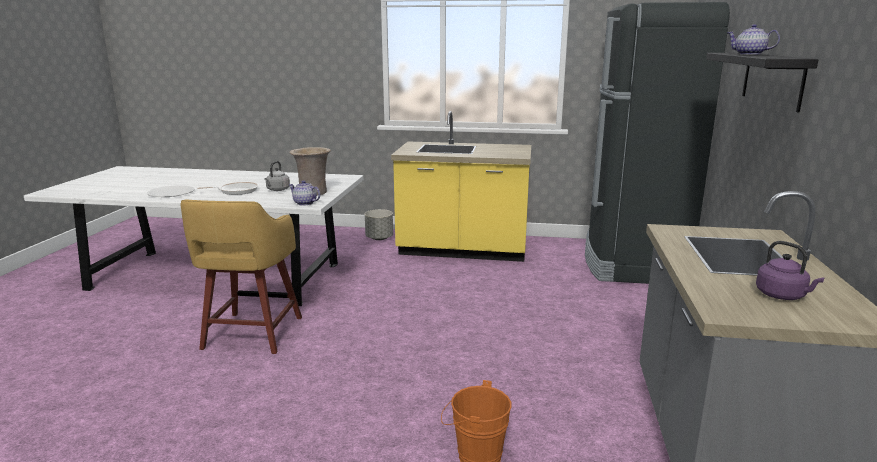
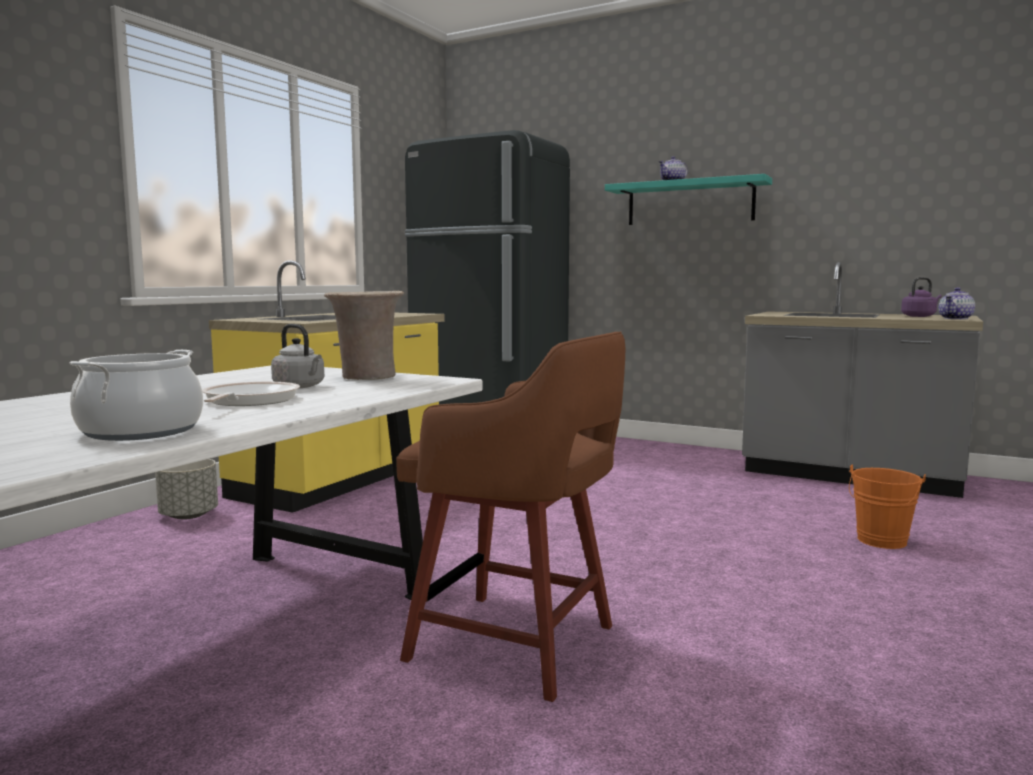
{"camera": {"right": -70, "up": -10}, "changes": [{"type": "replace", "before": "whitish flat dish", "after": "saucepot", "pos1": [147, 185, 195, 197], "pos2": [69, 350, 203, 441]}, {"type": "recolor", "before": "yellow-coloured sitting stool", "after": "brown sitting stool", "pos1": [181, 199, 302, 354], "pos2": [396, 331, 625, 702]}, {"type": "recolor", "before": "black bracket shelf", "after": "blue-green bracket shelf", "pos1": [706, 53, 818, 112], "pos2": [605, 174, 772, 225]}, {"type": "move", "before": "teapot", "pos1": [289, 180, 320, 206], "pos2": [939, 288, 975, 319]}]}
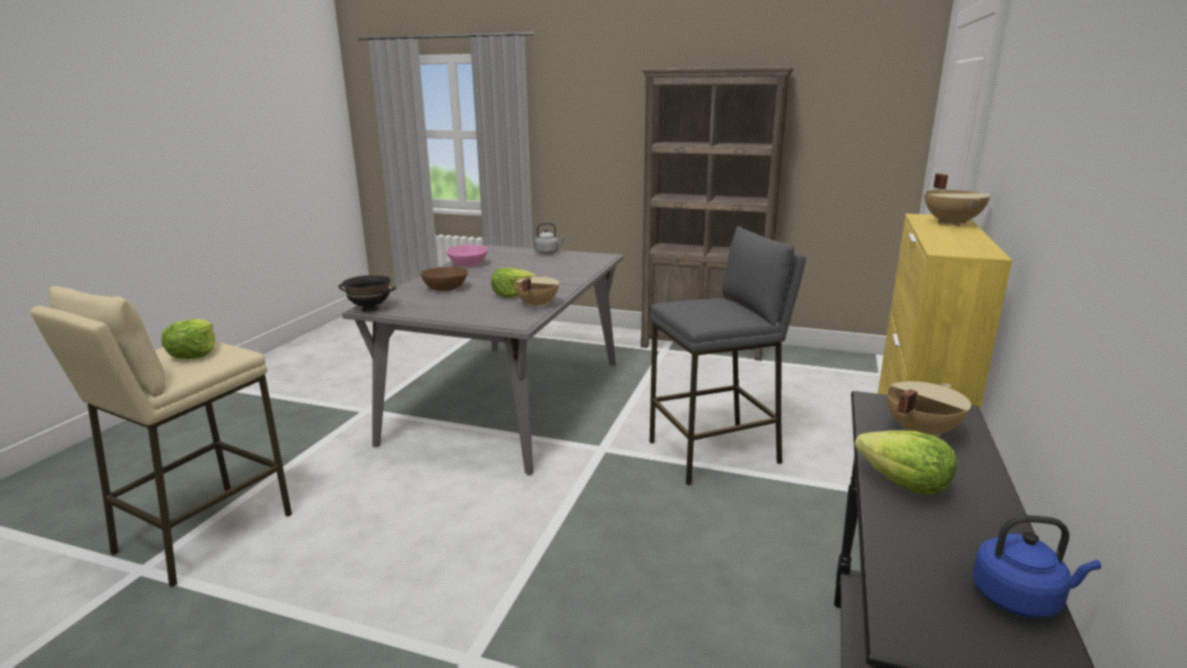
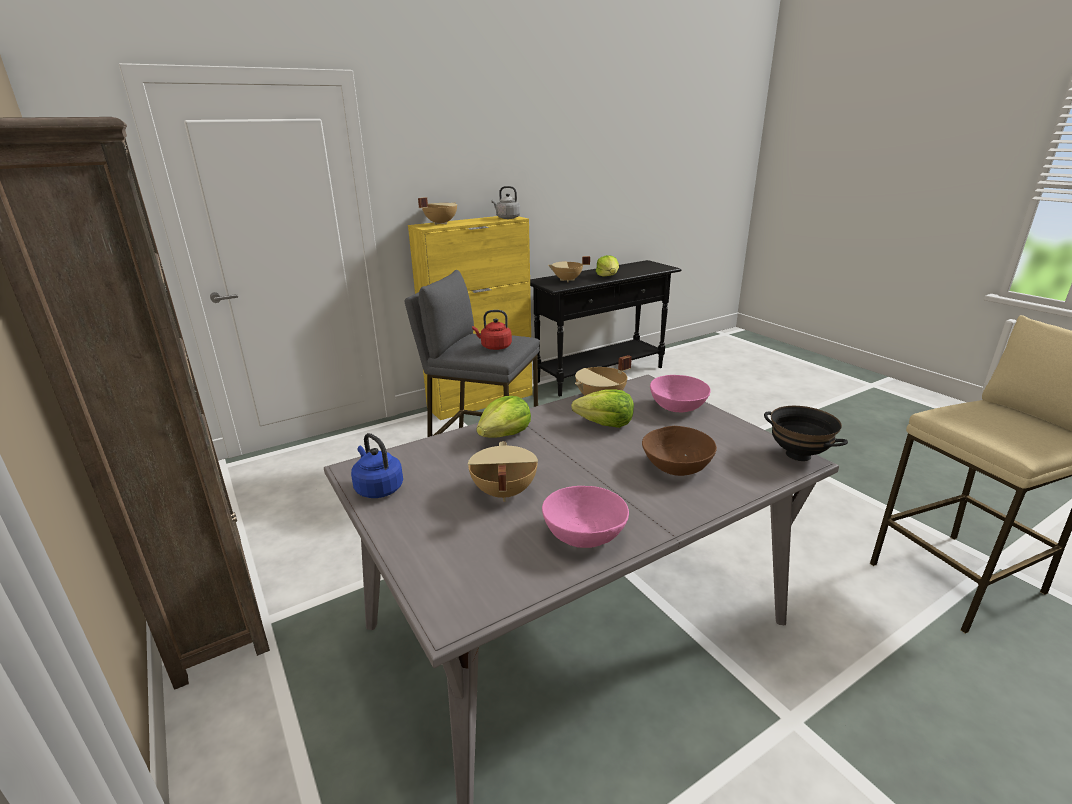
{"camera": {"right": -140, "up": 5}, "changes": [{"type": "move", "before": "bluish kettle", "pos1": [972, 515, 1101, 618], "pos2": [351, 433, 403, 498]}, {"type": "insert", "after": "beige saucepot", "pos2": [468, 441, 538, 502]}, {"type": "insert", "after": "red-coloured kettle", "pos2": [472, 310, 512, 350]}, {"type": "move", "before": "head of lettuce", "pos1": [161, 319, 215, 359], "pos2": [477, 396, 531, 438]}, {"type": "move", "before": "gray kettle", "pos1": [534, 222, 566, 254], "pos2": [492, 186, 520, 219]}, {"type": "insert", "after": "pink bowl", "pos2": [650, 375, 711, 412]}]}
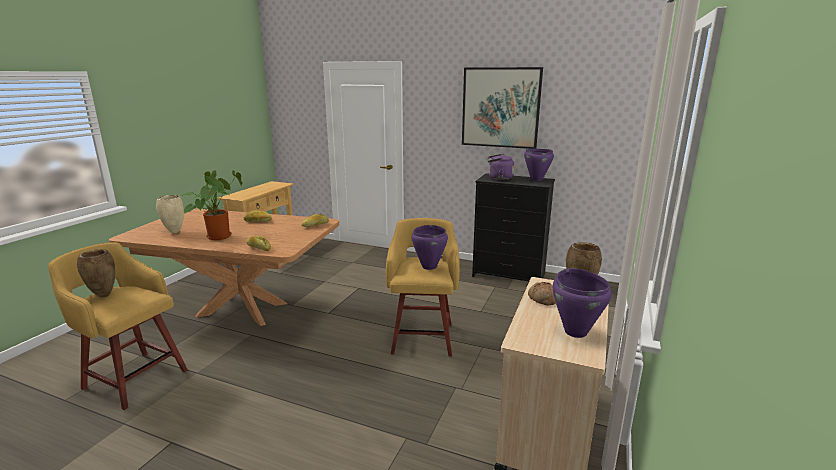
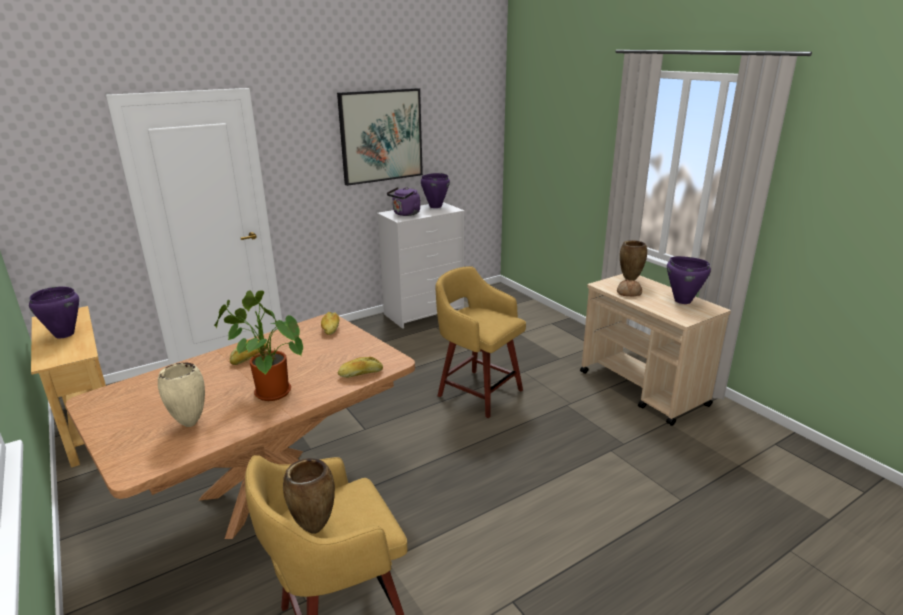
{"camera": {"right": -55, "up": 5}, "changes": [{"type": "move", "before": "purple saucepot", "pos1": [412, 225, 448, 270], "pos2": [29, 287, 79, 338]}, {"type": "recolor", "before": "black chest of drawers", "after": "whitish chest of drawers", "pos1": [472, 173, 555, 281], "pos2": [377, 202, 465, 329]}]}
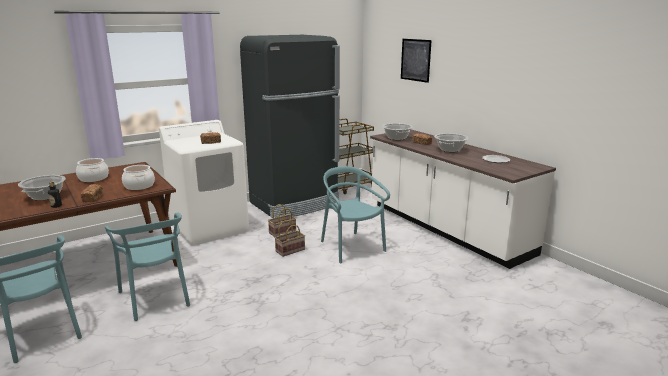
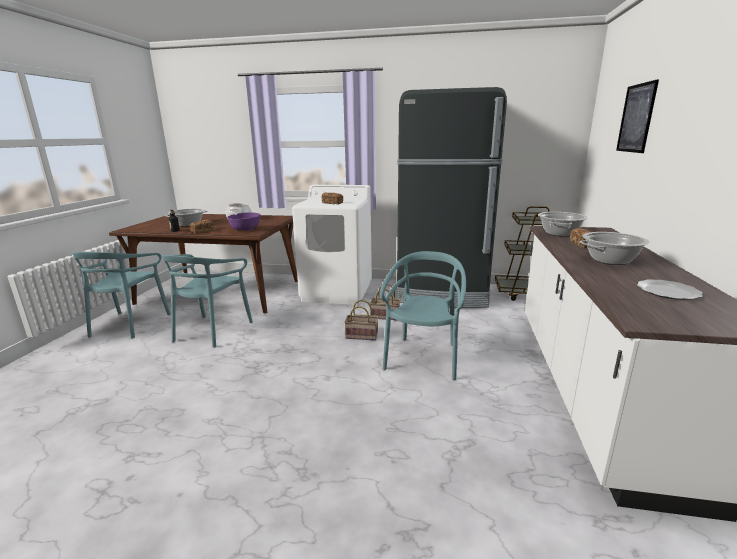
{"camera": {"right": 45, "up": 0}, "changes": [{"type": "replace", "before": "saucepot", "after": "purple bowl", "pos1": [122, 165, 155, 190], "pos2": [227, 213, 261, 231]}]}
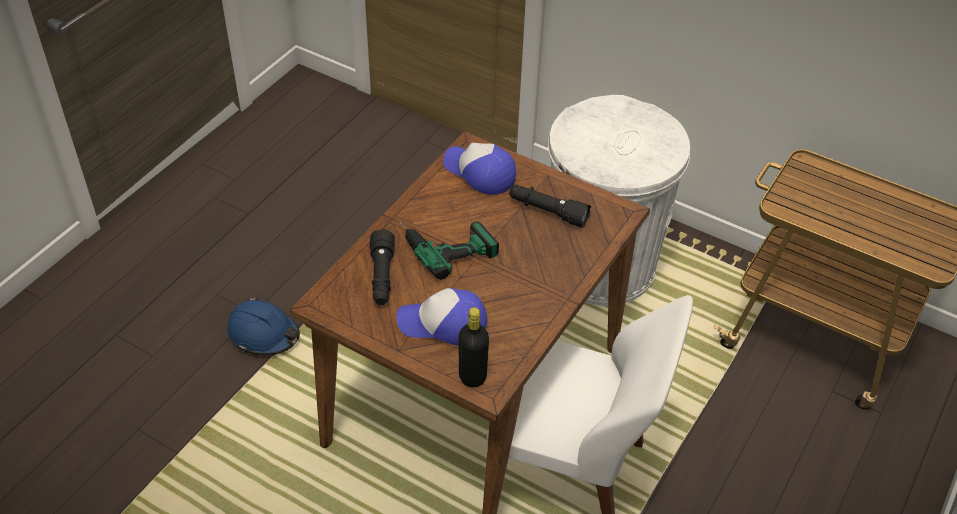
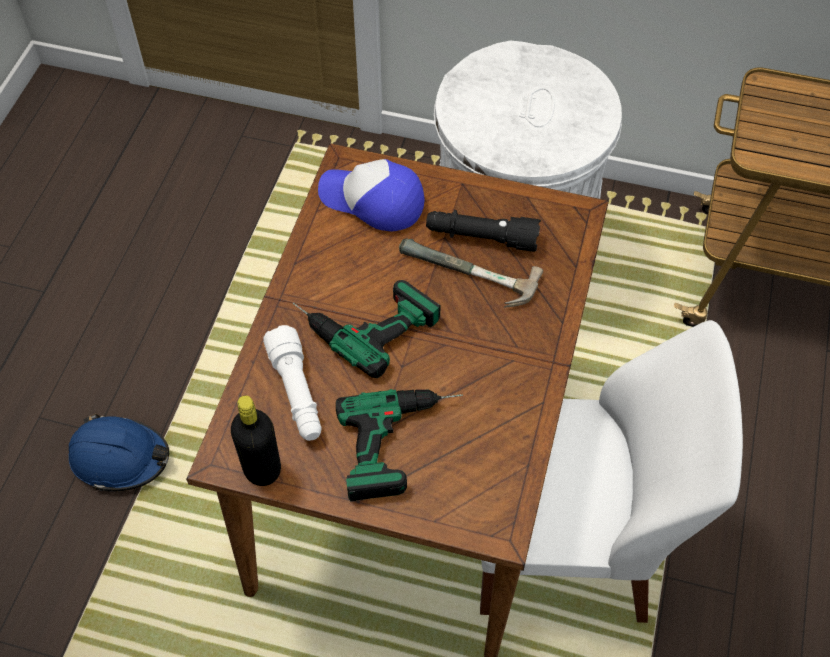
{"camera": {"right": -15, "up": 10}, "changes": [{"type": "move", "before": "black bottle", "pos1": [458, 307, 489, 387], "pos2": [231, 396, 281, 486]}, {"type": "recolor", "before": "black hand torch", "after": "whitish hand torch", "pos1": [370, 229, 395, 305], "pos2": [263, 325, 322, 441]}, {"type": "replace", "before": "baseball cap", "after": "electric drill", "pos1": [397, 288, 487, 345], "pos2": [336, 389, 463, 502]}, {"type": "insert", "after": "hammer", "pos2": [399, 239, 543, 307]}]}
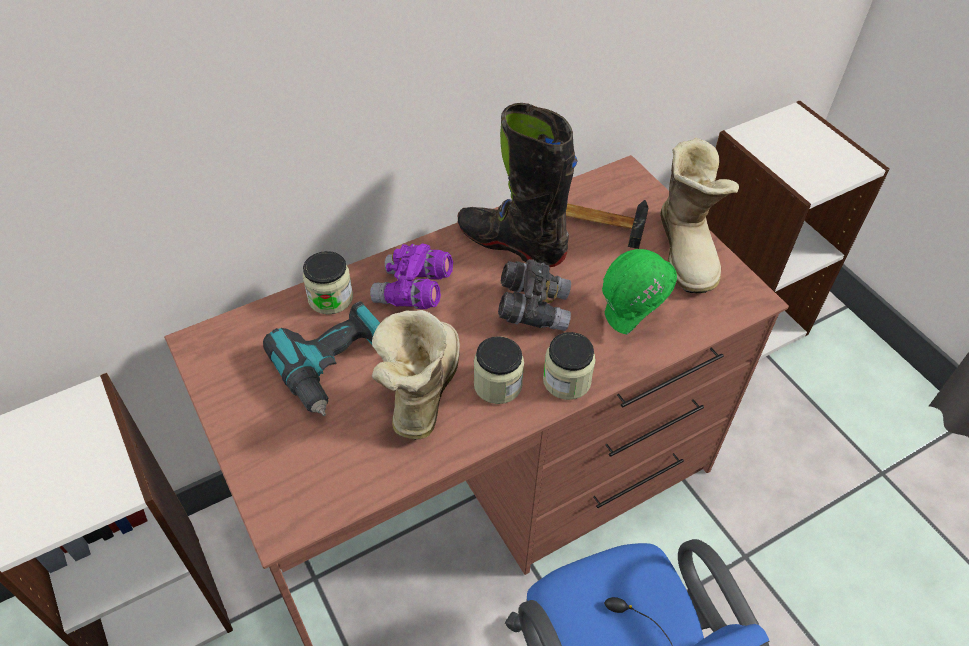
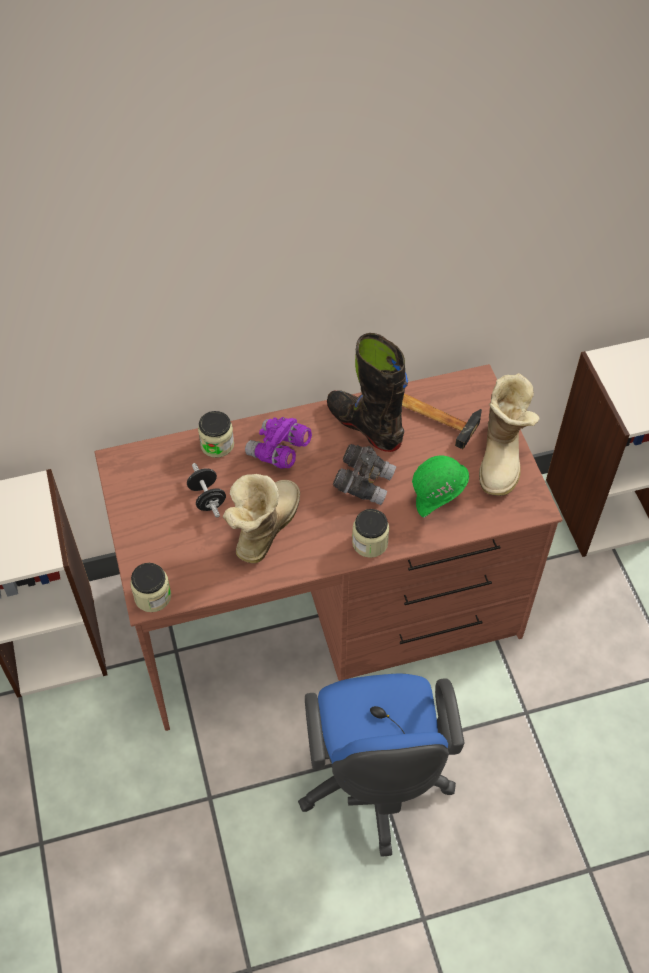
{"camera": {"right": 15, "up": 5}, "changes": [{"type": "move", "before": "storage jar", "pos1": [474, 336, 524, 404], "pos2": [130, 563, 171, 612]}, {"type": "replace", "before": "electric drill", "after": "black free weight", "pos1": [263, 301, 380, 416], "pos2": [187, 463, 226, 518]}]}
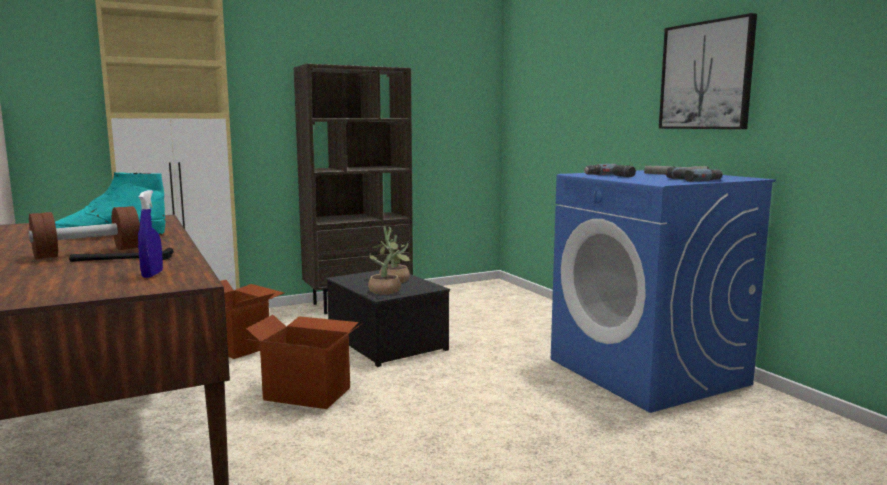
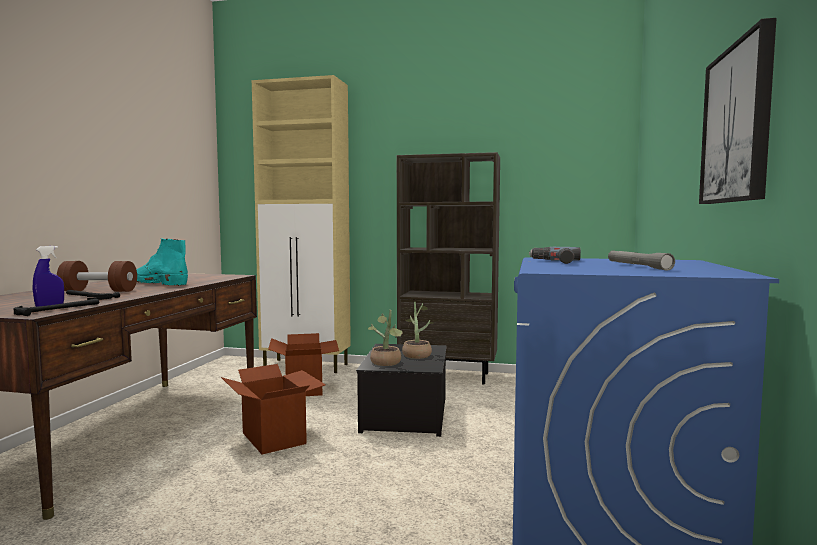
{"camera": {"right": 40, "up": -5}, "changes": [{"type": "insert", "after": "hammer", "pos2": [14, 299, 99, 316]}, {"type": "delete", "before": "electric drill", "pos1": [666, 167, 723, 182]}]}
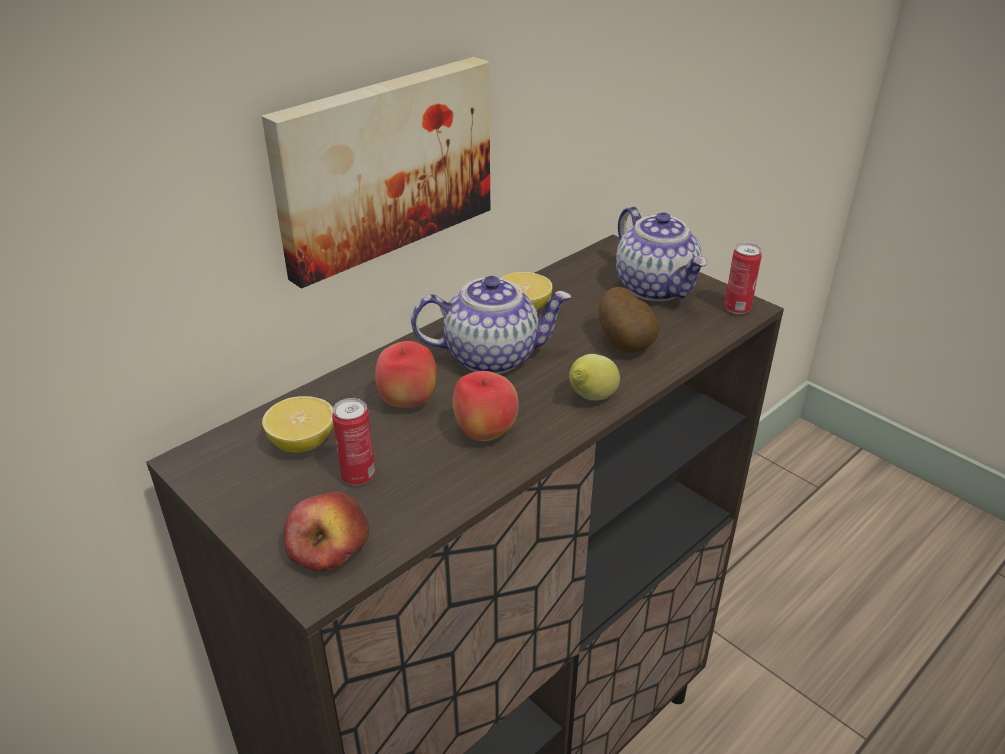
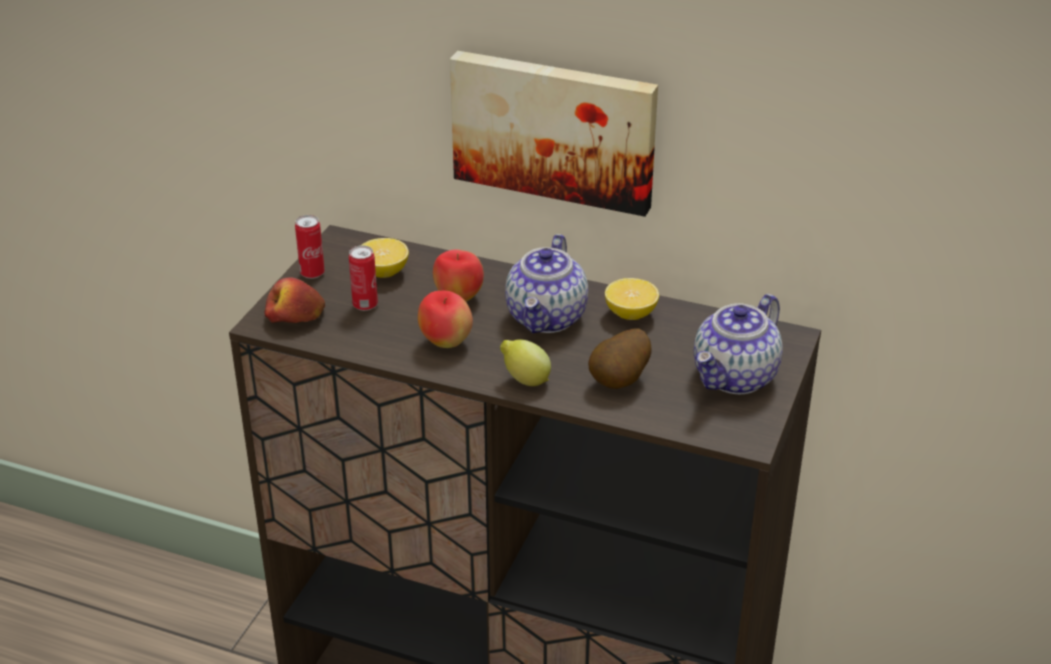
{"camera": {"right": 65, "up": 0}, "changes": [{"type": "move", "before": "sealed can", "pos1": [724, 243, 762, 314], "pos2": [295, 215, 325, 279]}, {"type": "rotate", "before": "teapot", "pos1": [411, 276, 571, 374], "pos2": [505, 234, 588, 333], "turn": 45}]}
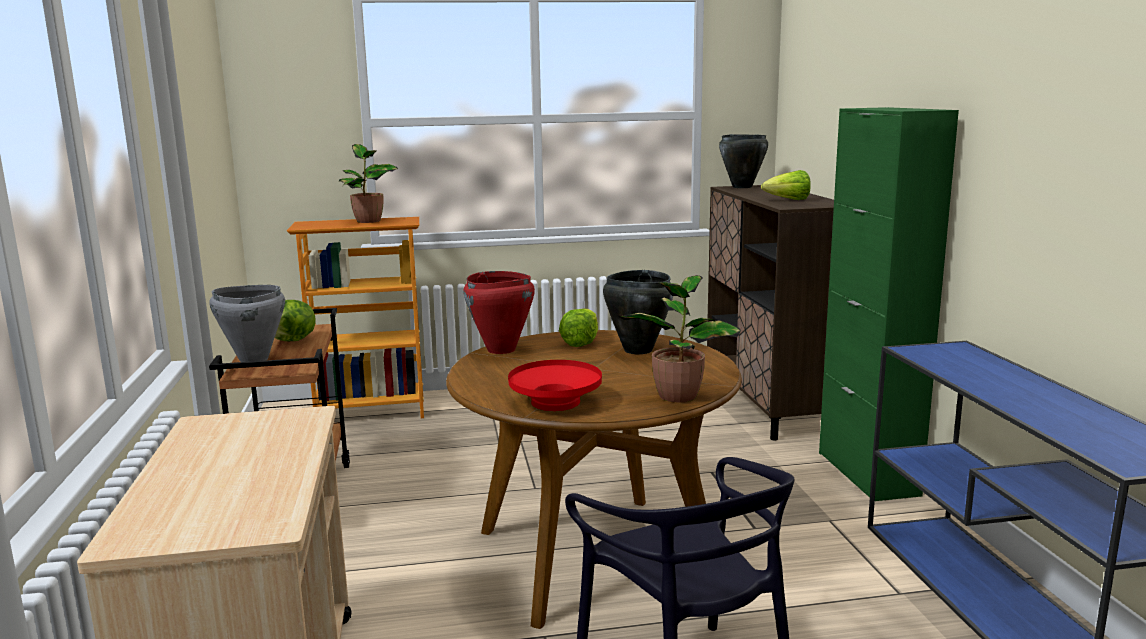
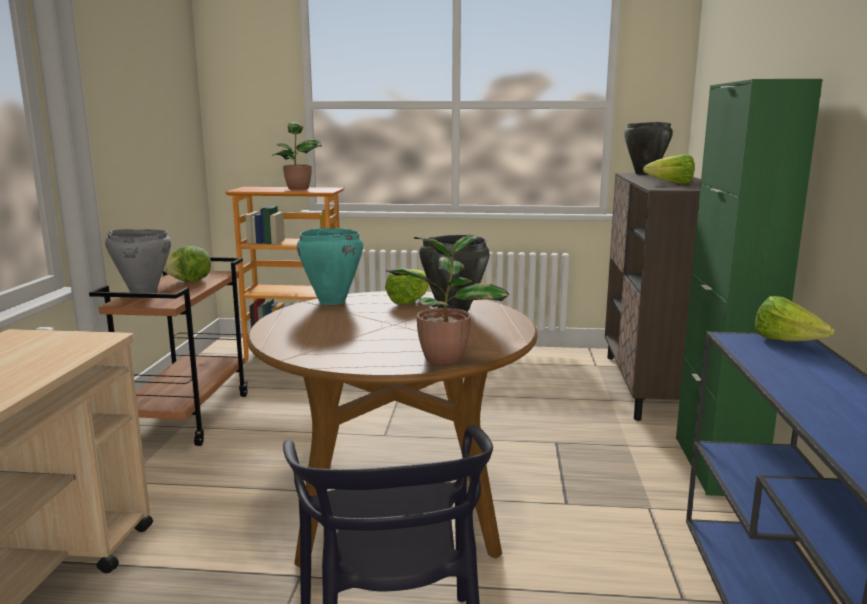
{"camera": {"right": 15, "up": 0}, "changes": [{"type": "recolor", "before": "red-coloured saucepot", "after": "blue-green saucepot", "pos1": [463, 271, 535, 354], "pos2": [297, 228, 363, 305]}, {"type": "insert", "after": "head of lettuce", "pos2": [755, 296, 835, 342]}, {"type": "delete", "before": "red-coloured bowl", "pos1": [508, 360, 602, 411]}]}
